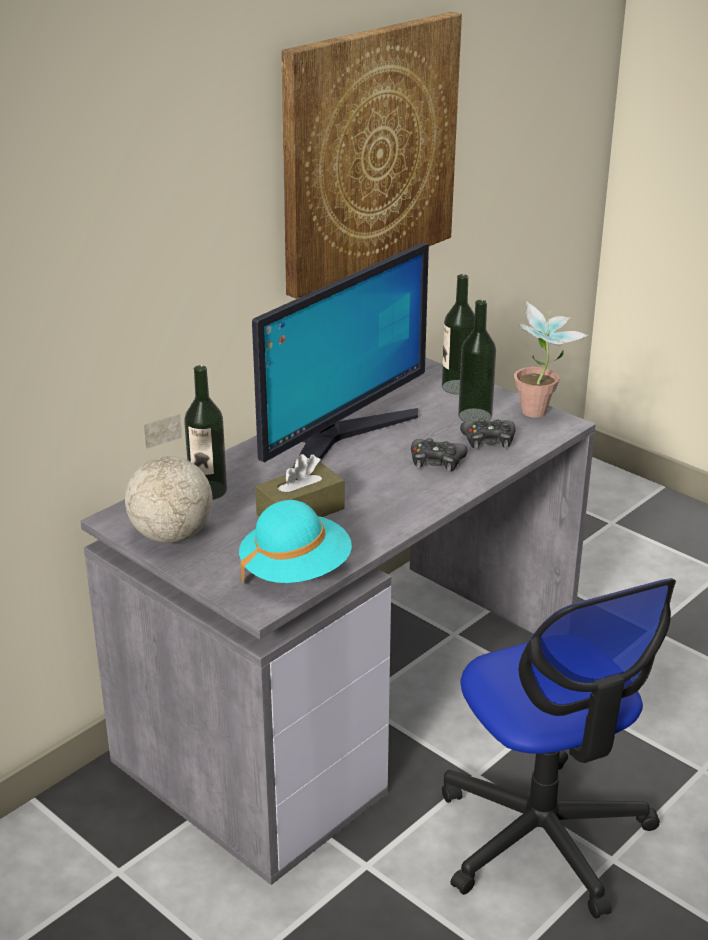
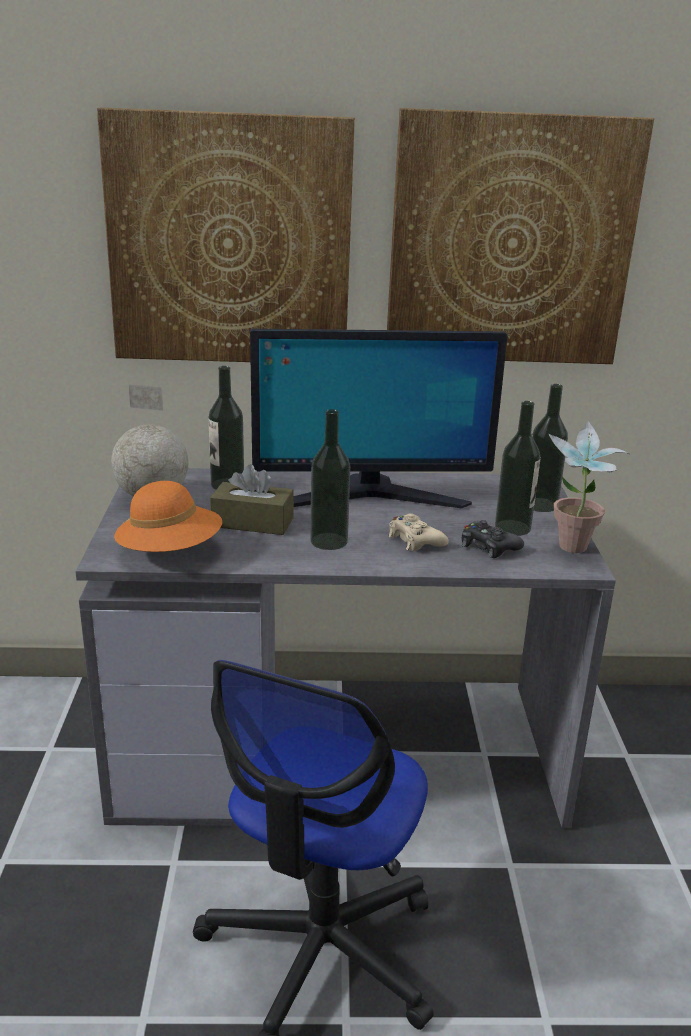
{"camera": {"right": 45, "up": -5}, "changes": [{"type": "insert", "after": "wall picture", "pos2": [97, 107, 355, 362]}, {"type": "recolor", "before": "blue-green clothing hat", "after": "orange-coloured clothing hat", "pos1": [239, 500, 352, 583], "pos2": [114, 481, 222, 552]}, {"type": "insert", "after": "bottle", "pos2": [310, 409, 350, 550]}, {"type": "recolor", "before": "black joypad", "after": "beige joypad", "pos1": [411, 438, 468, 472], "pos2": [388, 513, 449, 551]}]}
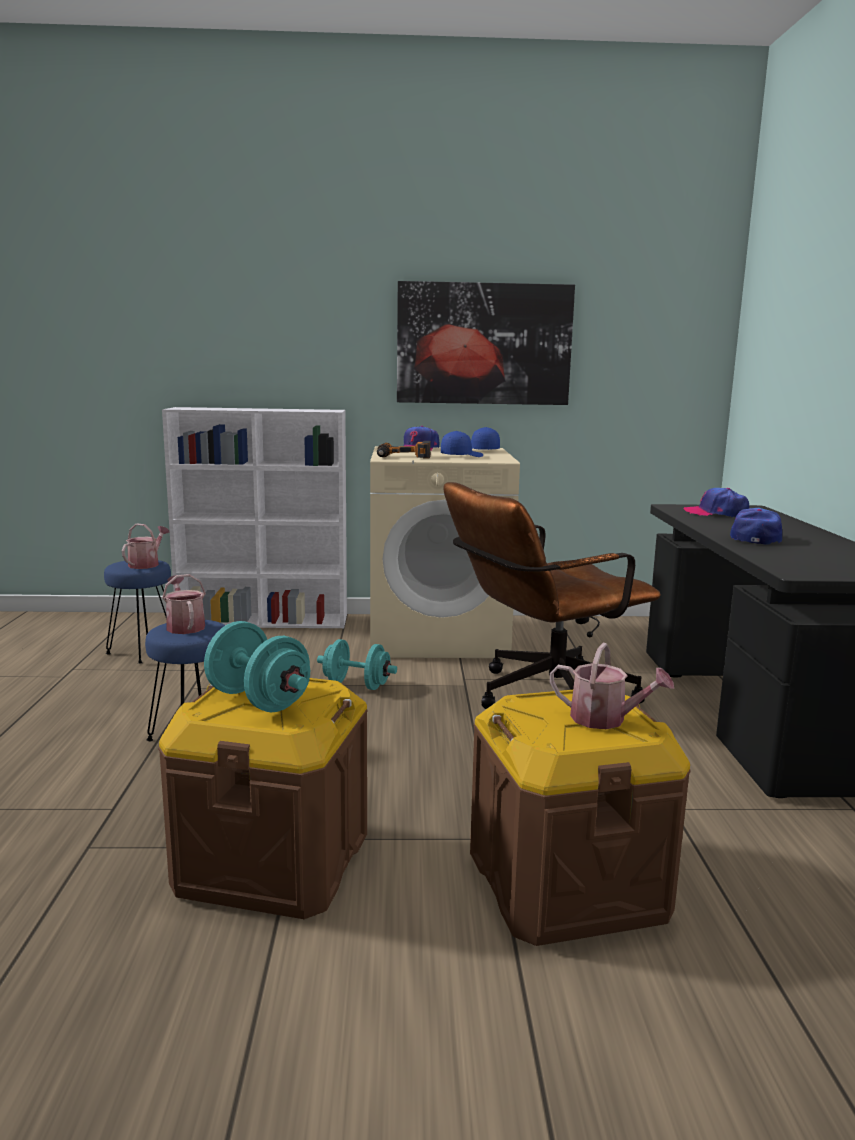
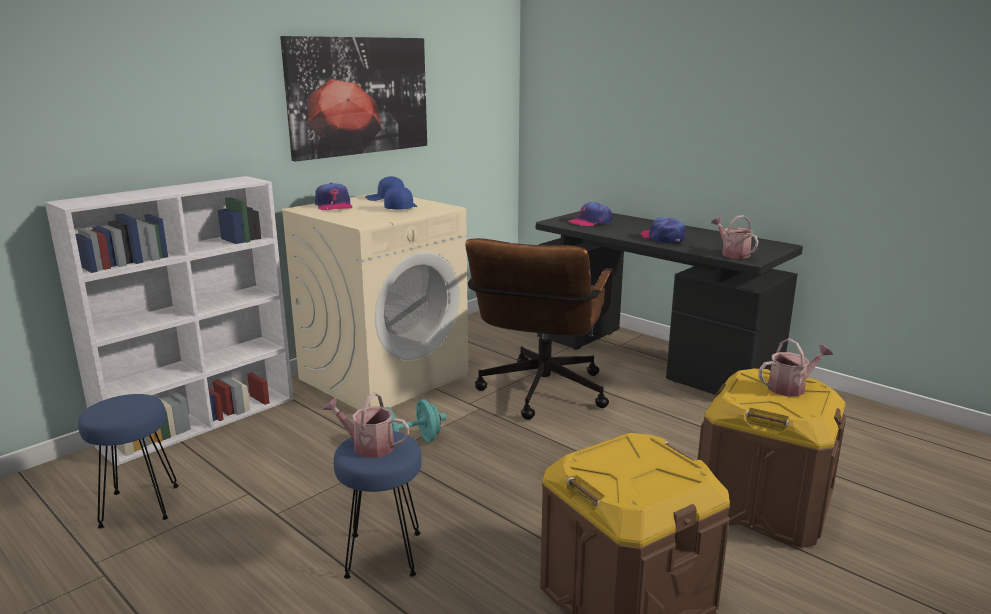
{"camera": {"right": -45, "up": 5}, "changes": [{"type": "move", "before": "sprinkling can", "pos1": [122, 523, 170, 569], "pos2": [711, 215, 759, 259]}, {"type": "delete", "before": "blue-green free weight", "pos1": [204, 621, 310, 712]}, {"type": "delete", "before": "electric drill", "pos1": [377, 441, 431, 459]}]}
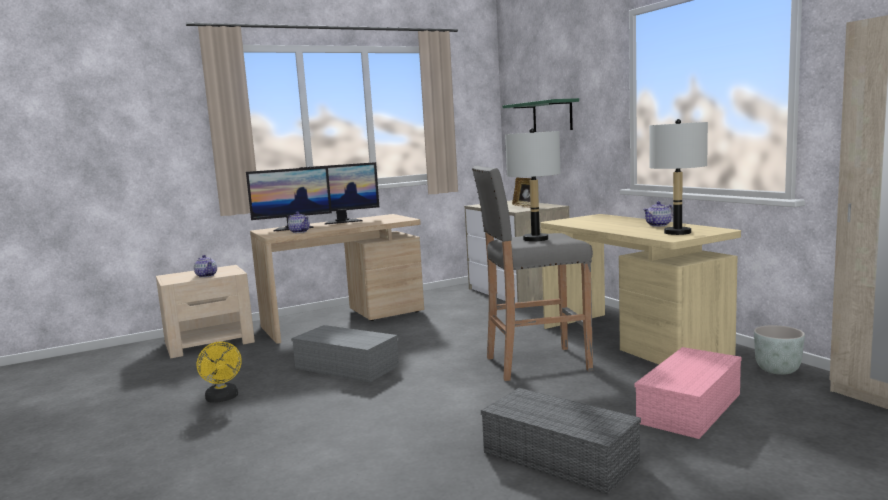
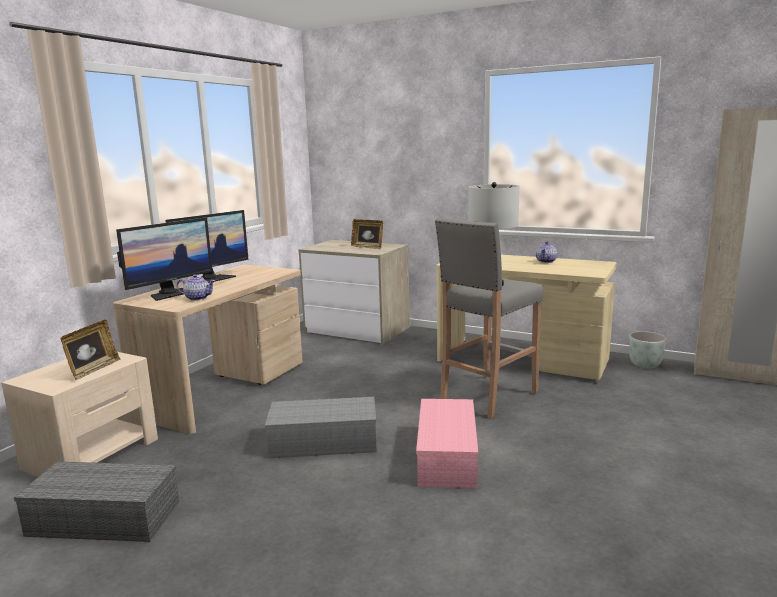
{"camera": {"right": -35, "up": 5}, "changes": [{"type": "move", "before": "gray storage bin", "pos1": [481, 388, 641, 495], "pos2": [14, 462, 179, 542]}, {"type": "replace", "before": "teapot", "after": "photo frame", "pos1": [194, 255, 217, 278], "pos2": [60, 320, 120, 380]}, {"type": "move", "before": "pink storage bin", "pos1": [635, 347, 742, 439], "pos2": [416, 399, 478, 488]}, {"type": "delete", "before": "yellow-coloured fan", "pos1": [197, 341, 242, 403]}, {"type": "delete", "before": "greenish bracket shelf", "pos1": [503, 98, 579, 132]}, {"type": "delete", "before": "gray table lamp", "pos1": [649, 119, 708, 235]}]}
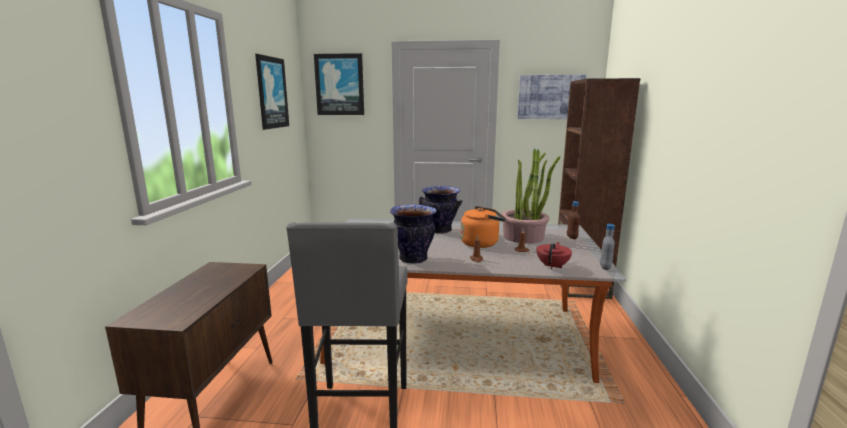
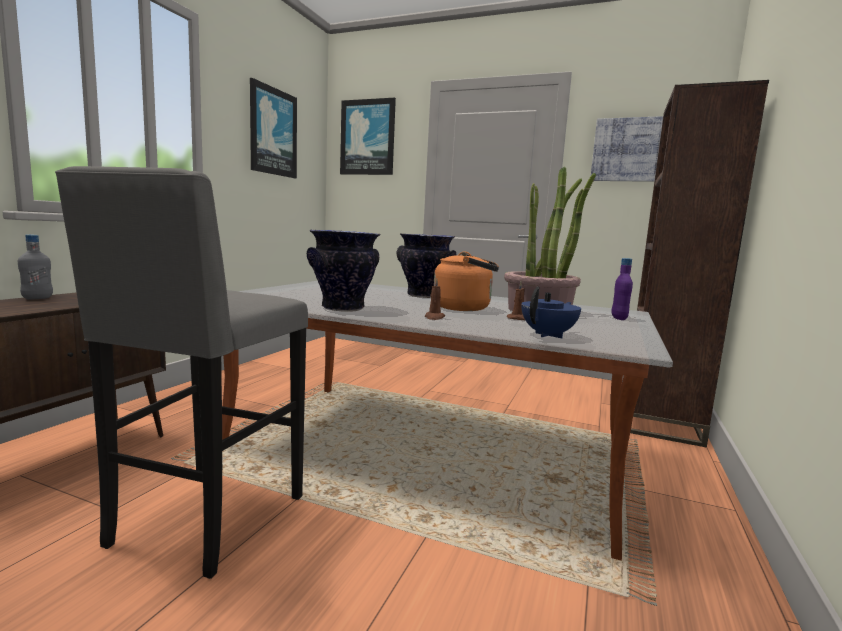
{"camera": {"right": 15, "up": -5}, "changes": [{"type": "move", "before": "gray bottle", "pos1": [600, 224, 615, 270], "pos2": [18, 235, 53, 299]}, {"type": "recolor", "before": "red-coloured teapot", "after": "bluish teapot", "pos1": [536, 242, 572, 269], "pos2": [521, 287, 581, 338]}, {"type": "recolor", "before": "brown bottle", "after": "purple bottle", "pos1": [567, 201, 580, 239], "pos2": [611, 258, 633, 320]}]}
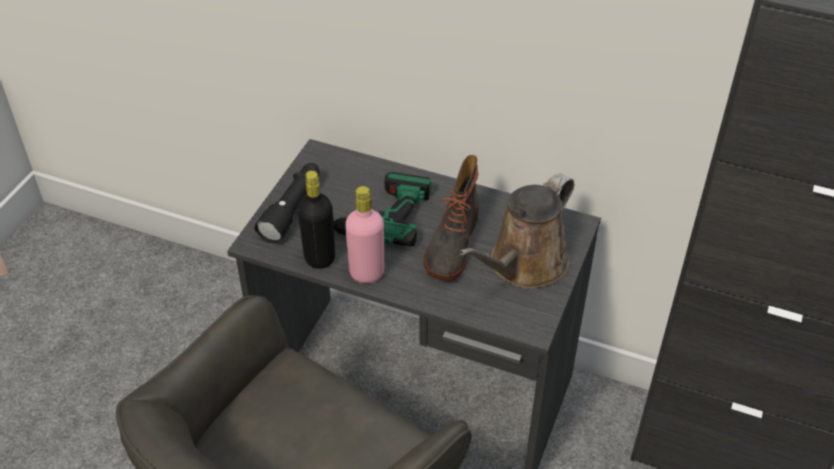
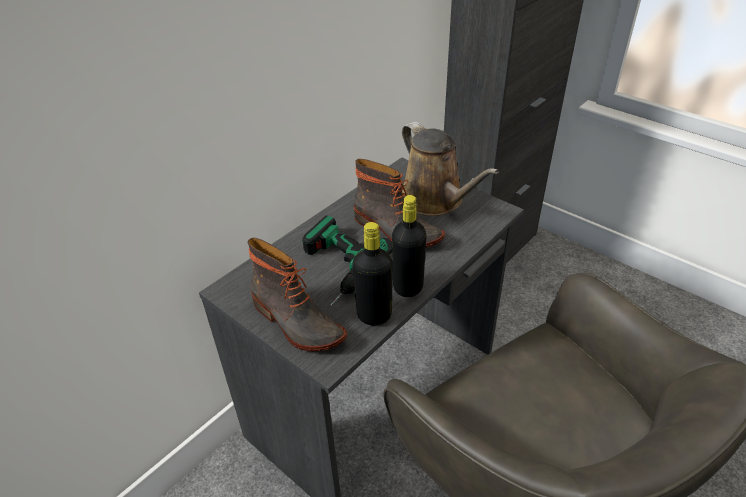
{"camera": {"right": -70, "up": -5}, "changes": [{"type": "replace", "before": "black hand torch", "after": "tall boot", "pos1": [254, 163, 320, 243], "pos2": [247, 238, 347, 351]}, {"type": "recolor", "before": "pink bottle", "after": "black bottle", "pos1": [345, 186, 384, 283], "pos2": [392, 195, 427, 297]}]}
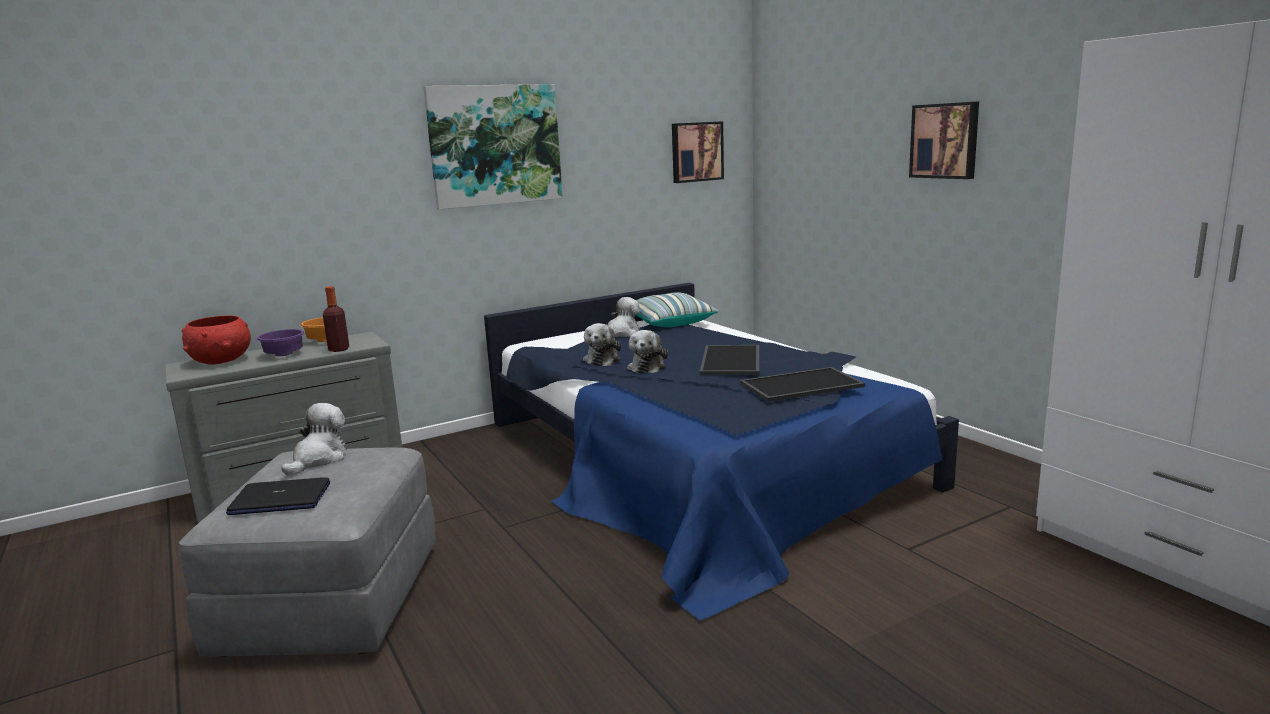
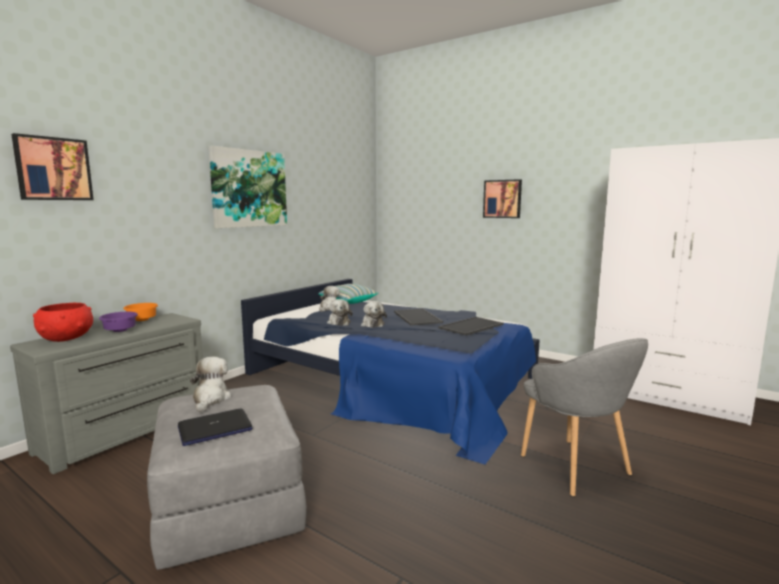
{"camera": {"right": -25, "up": -5}, "changes": [{"type": "move", "before": "wall picture", "pos1": [672, 121, 724, 183], "pos2": [11, 133, 94, 200]}, {"type": "insert", "after": "gray lounge chair", "pos2": [521, 338, 648, 497]}, {"type": "delete", "before": "bottle", "pos1": [323, 286, 349, 352]}]}
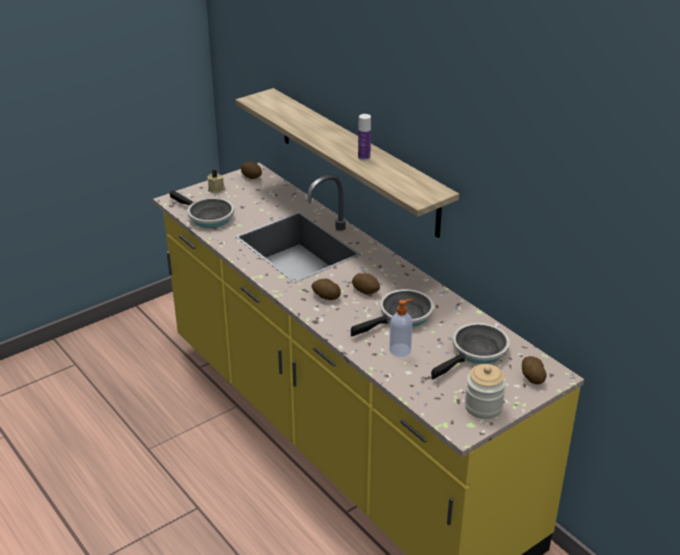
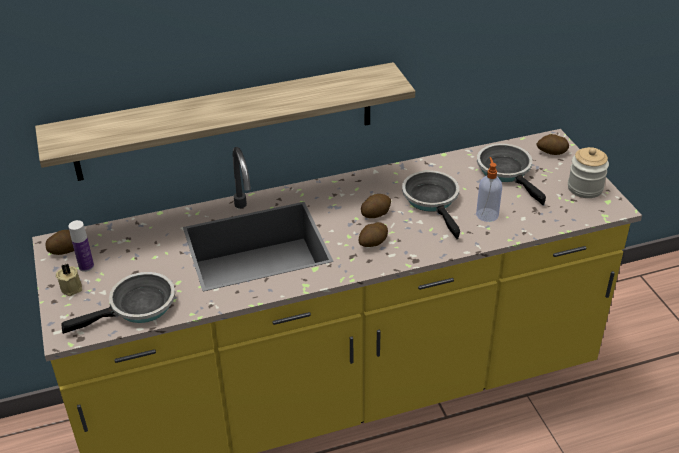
{"camera": {"right": -70, "up": 5}, "changes": [{"type": "move", "before": "bottle", "pos1": [358, 114, 371, 160], "pos2": [68, 220, 94, 272]}]}
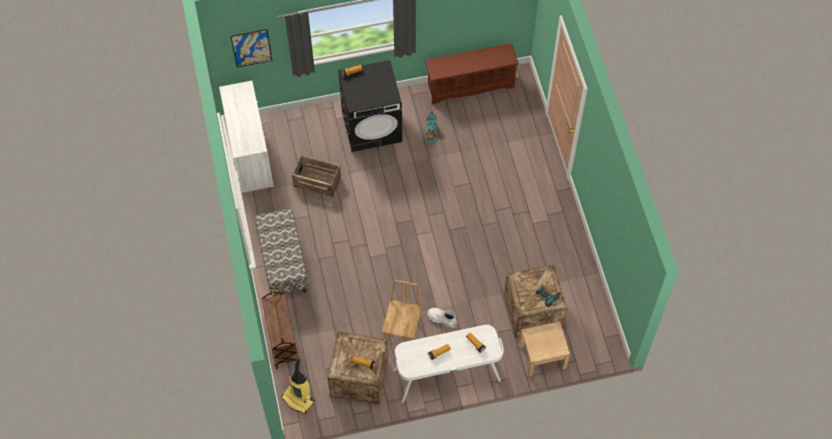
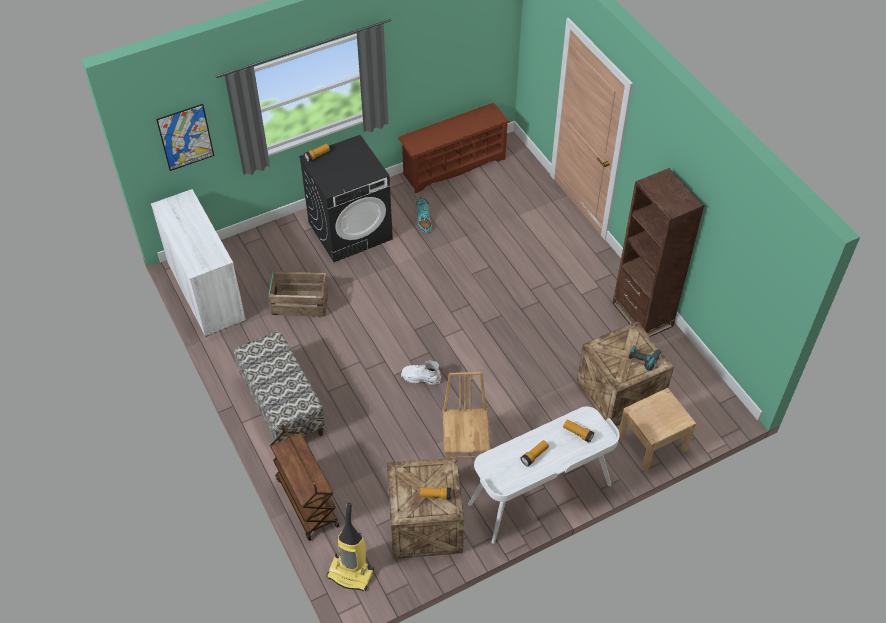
{"camera": {"right": -15, "up": -10}, "changes": [{"type": "move", "before": "whitish tall boot", "pos1": [427, 308, 457, 328], "pos2": [401, 360, 441, 385]}, {"type": "insert", "after": "brown bookcase", "pos2": [613, 168, 705, 337]}]}
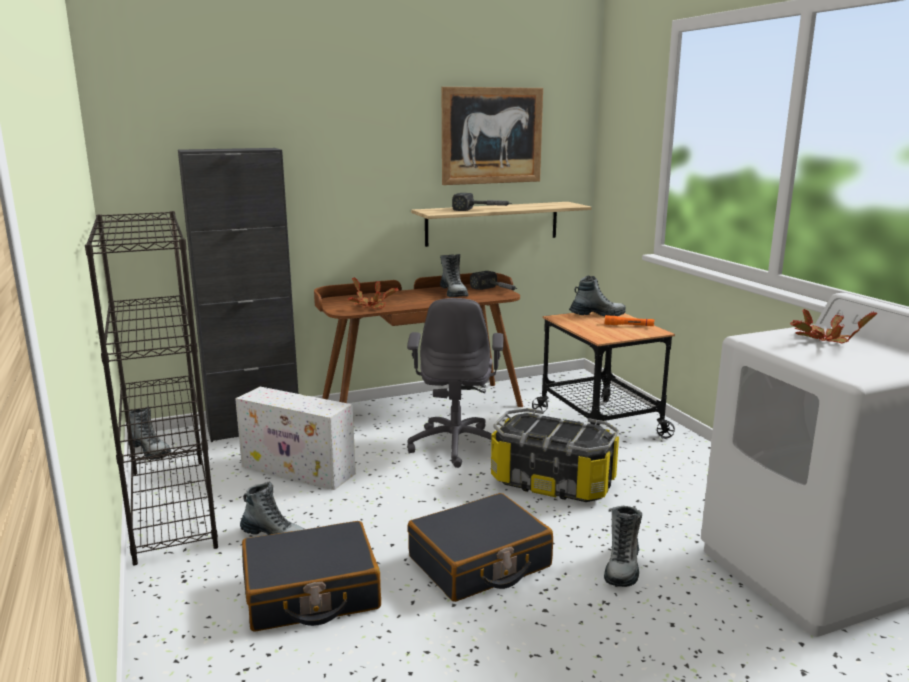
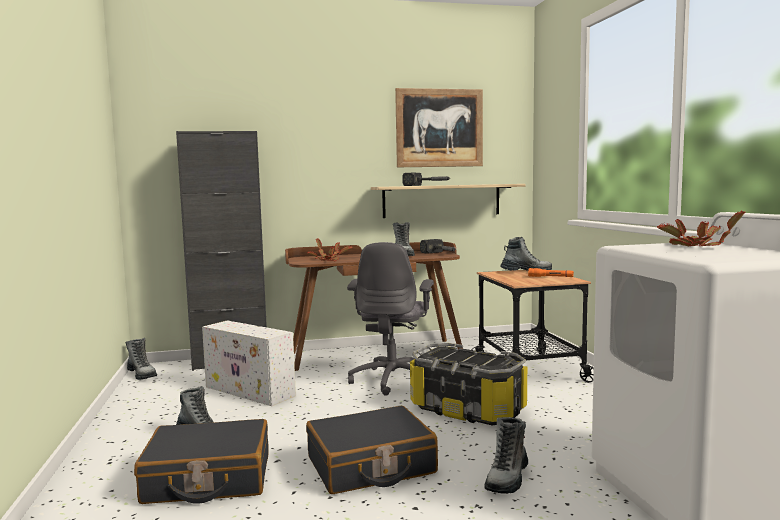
{"camera": {"right": 10, "up": -10}, "changes": [{"type": "delete", "before": "black bookcase", "pos1": [85, 211, 218, 565]}]}
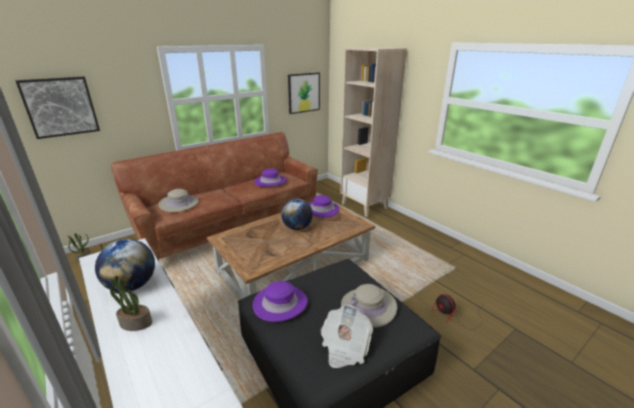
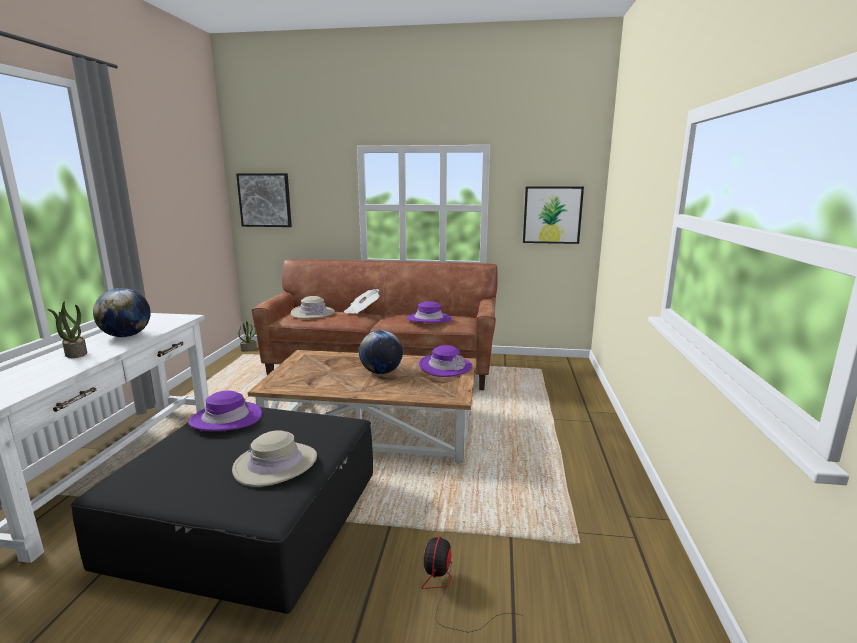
{"camera": {"right": 45, "up": -10}, "changes": [{"type": "move", "before": "printed paper", "pos1": [320, 304, 373, 368], "pos2": [344, 289, 380, 314]}, {"type": "delete", "before": "beige bookcase", "pos1": [340, 47, 407, 217]}]}
